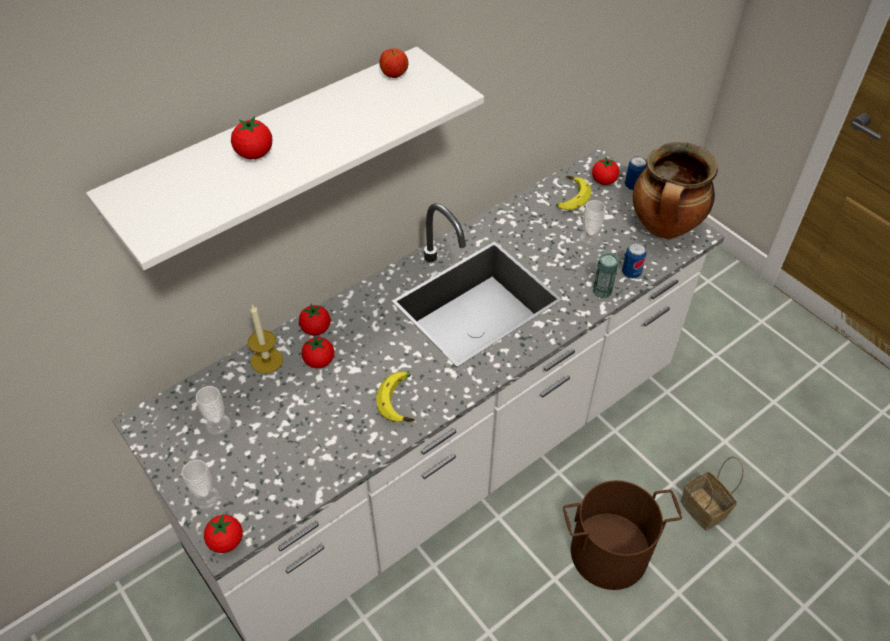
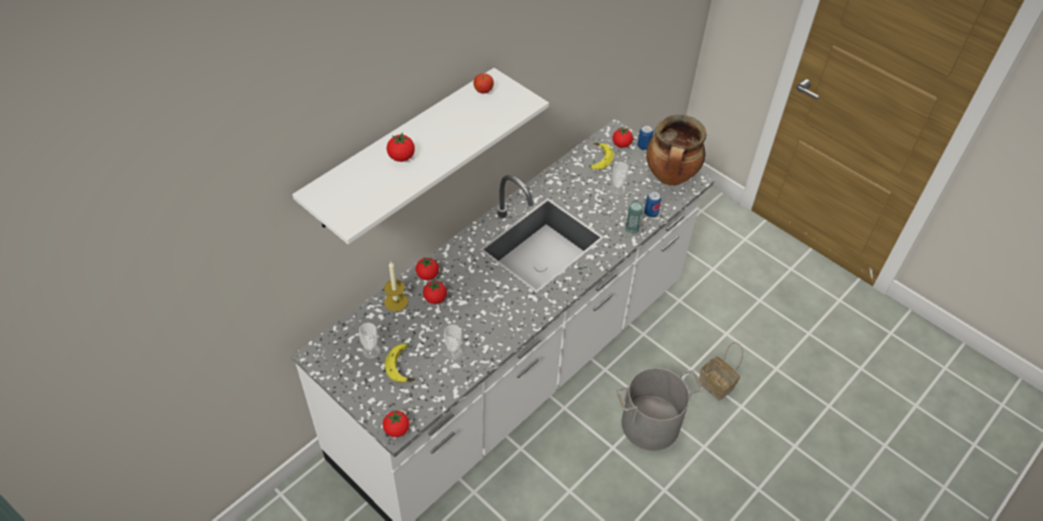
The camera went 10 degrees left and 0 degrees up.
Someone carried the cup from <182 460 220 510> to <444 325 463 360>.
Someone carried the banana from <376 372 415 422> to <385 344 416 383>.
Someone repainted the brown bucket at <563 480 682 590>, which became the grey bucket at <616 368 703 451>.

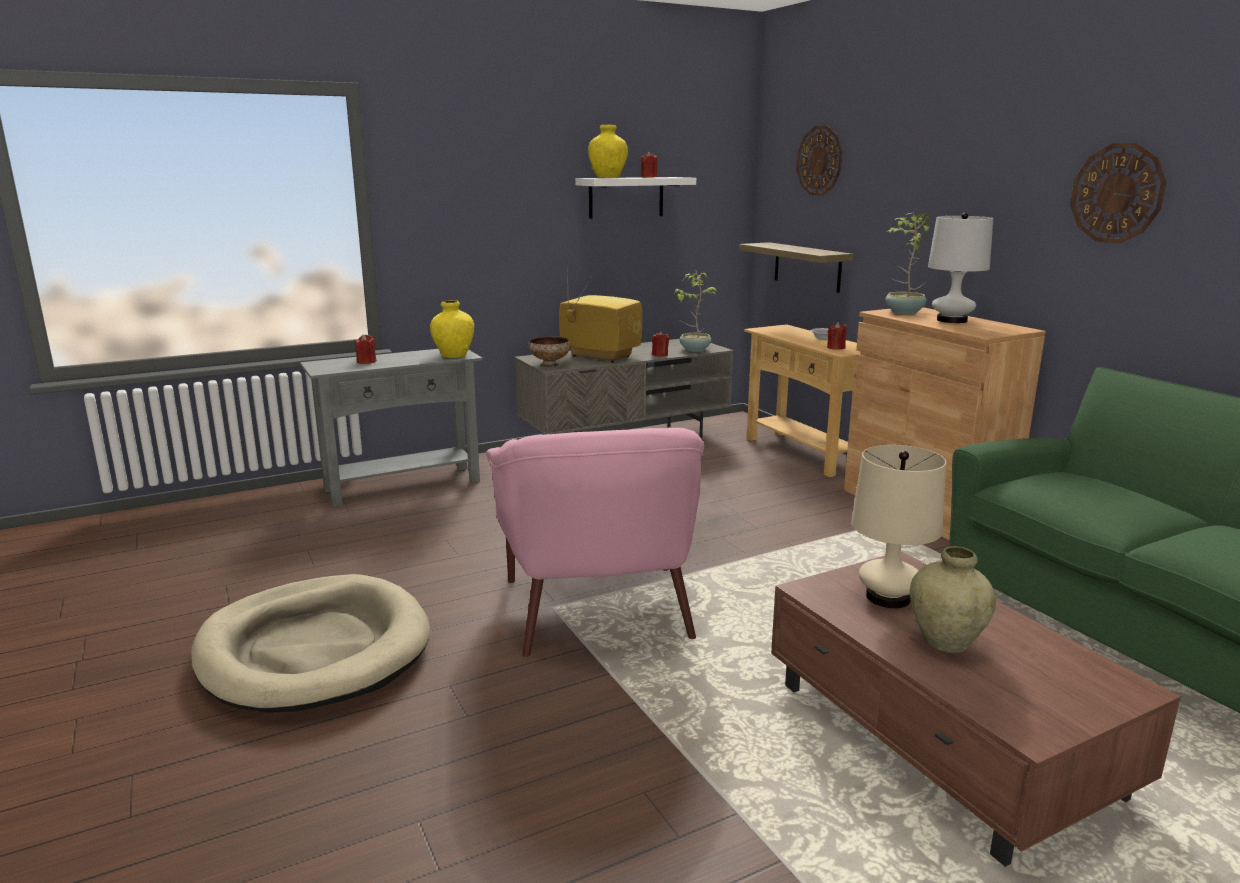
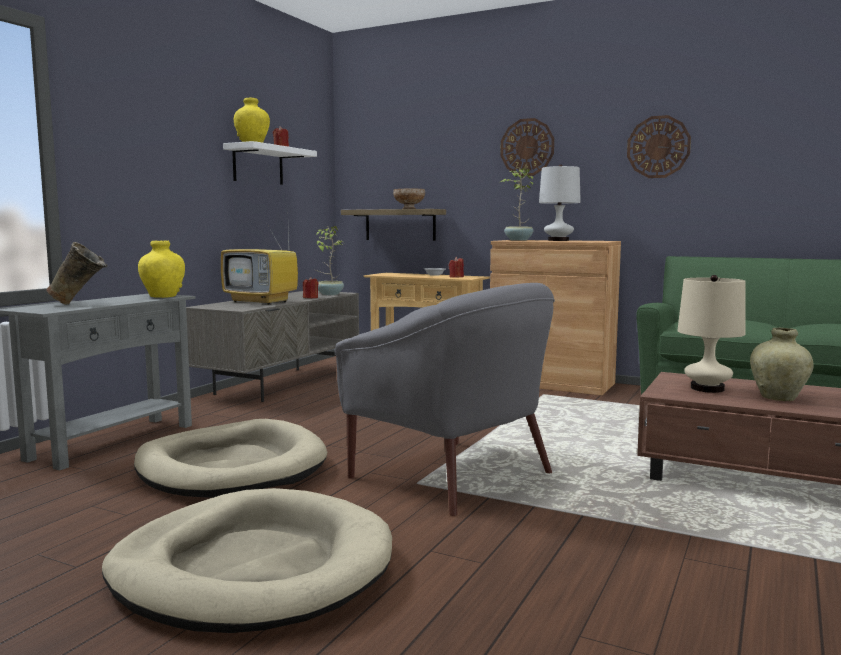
The camera went 35 degrees left and 10 degrees down.
Someone swapped the red candle at <354 334 377 364> for the beige vase at <46 242 107 305>.
Someone repainted the pink armchair at <486 428 704 657>, which became the grey armchair at <335 283 555 516>.
Someone carried the bowl from <529 336 570 367> to <393 189 425 209>.
Someone rotated the television at <559 263 643 362> by 150 degrees counterclockwise.
Someone carried the wall clock from <796 125 842 196> to <500 118 554 176>.
Someone put down the beige dog bed at <134 419 327 498>.

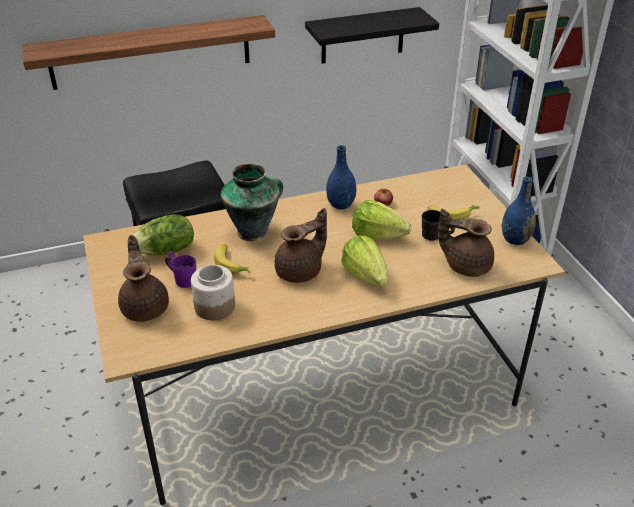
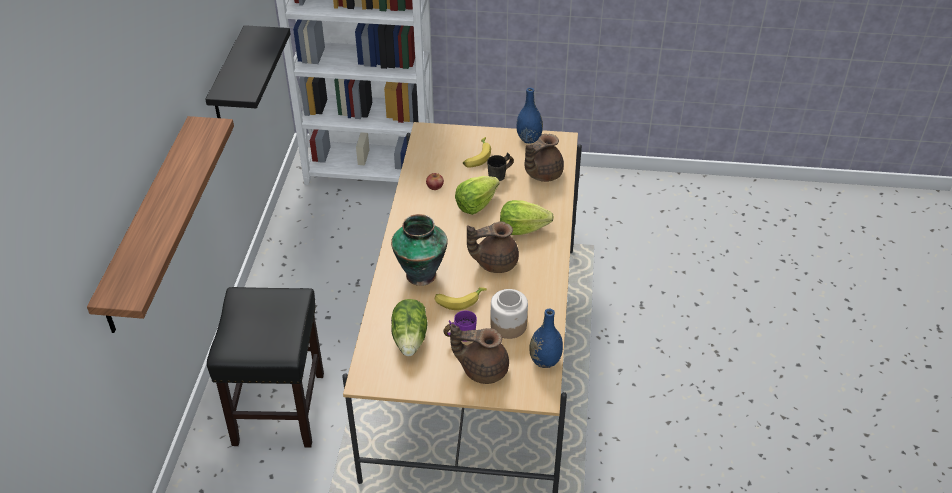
The camera went 65 degrees left and 5 degrees up.
Someone rotated the brown teapot at <274 208 327 283> by 90 degrees counterclockwise.
Someone carried the blue vase from <326 145 356 209> to <530 309 563 368>.

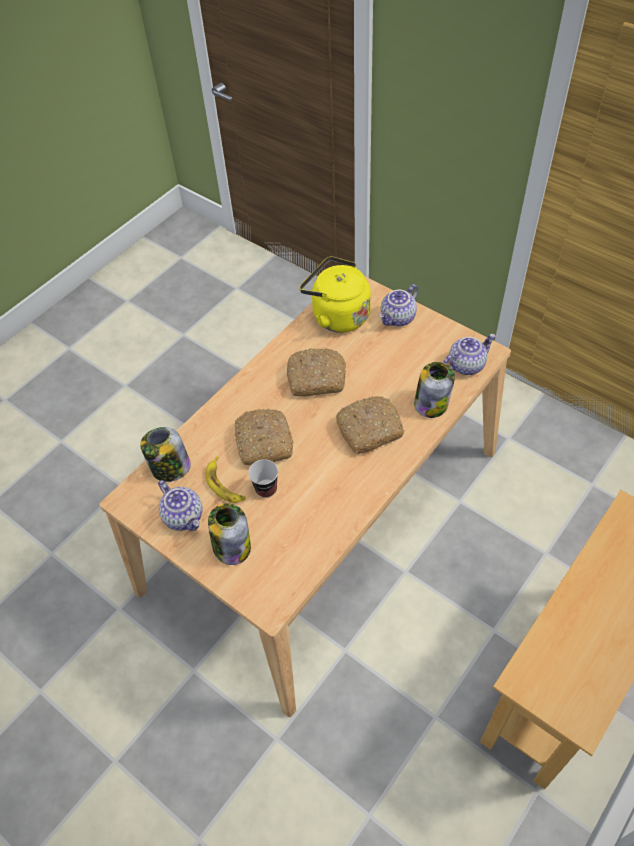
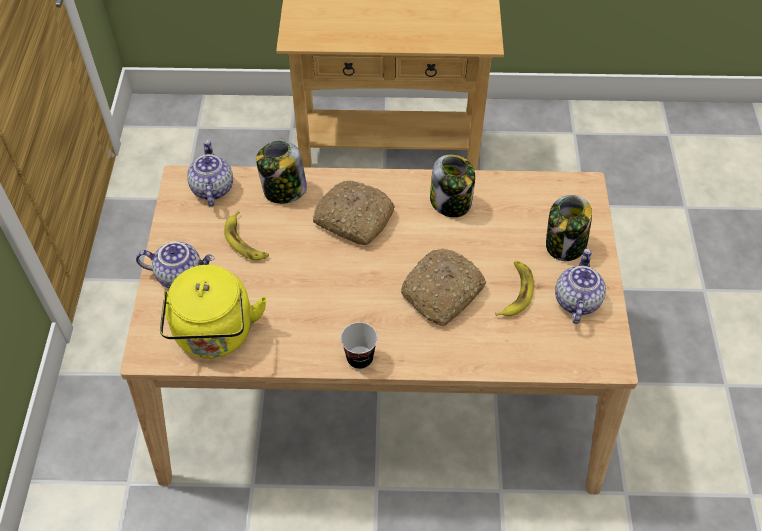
The camera went 130 degrees left and 0 degrees up.
Someone carried the jar from <140 427 191 482> to <430 155 475 217>.
Someone carried the cup from <248 459 278 498> to <341 322 378 369>.
Someone took away the bread at <287 348 346 397>.
Someone rotated the teapot at <443 334 496 375> by 60 degrees clockwise.
Someone put down the banana at <224 211 269 260>.

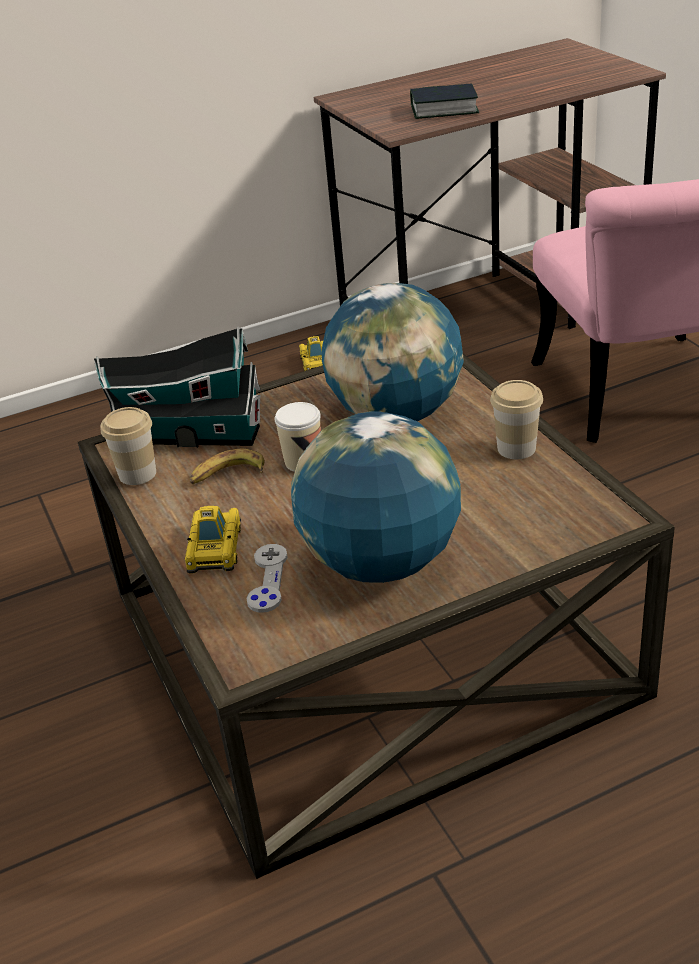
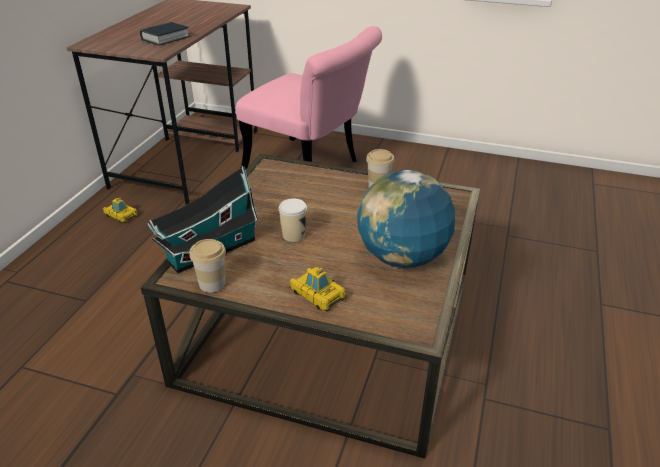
The camera went 50 degrees left and 0 degrees up.
Someone took away the banana at <190 449 265 484>.
Someone took away the grey game controller at <247 544 288 613>.
Someone took away the globe at <322 283 464 421>.

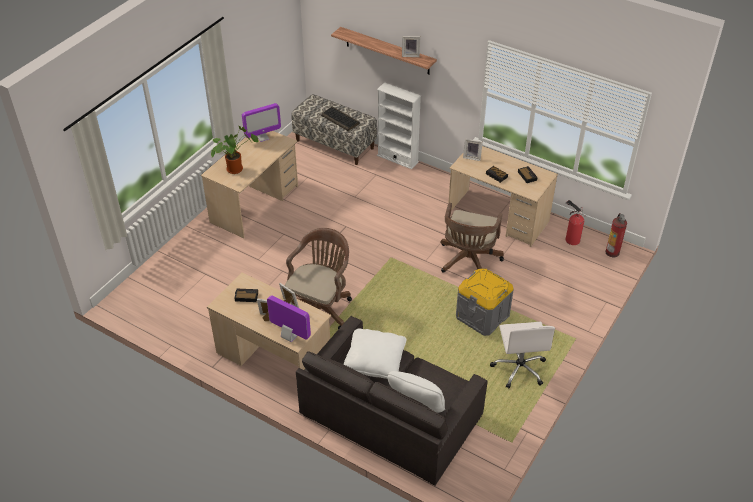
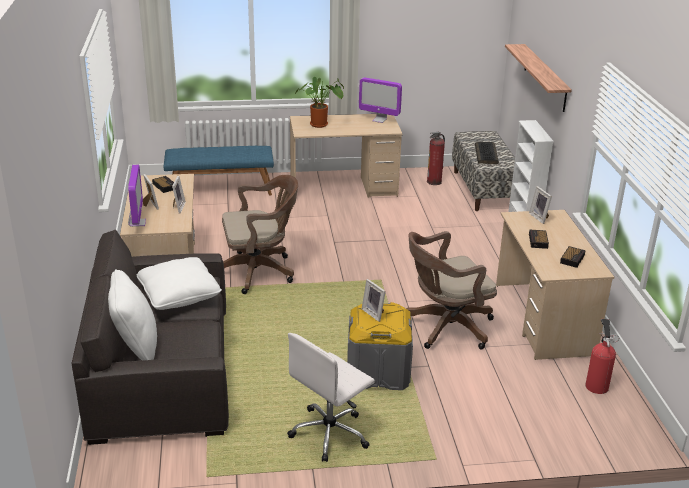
The camera went 50 degrees right and 15 degrees down.
Someone carried the picture frame from <402 36 420 57> to <362 279 386 322>.
Someone carried the fire extinguisher from <605 213 627 257> to <427 132 445 185>.
Someone put down the blue bench at <164 146 274 195>.

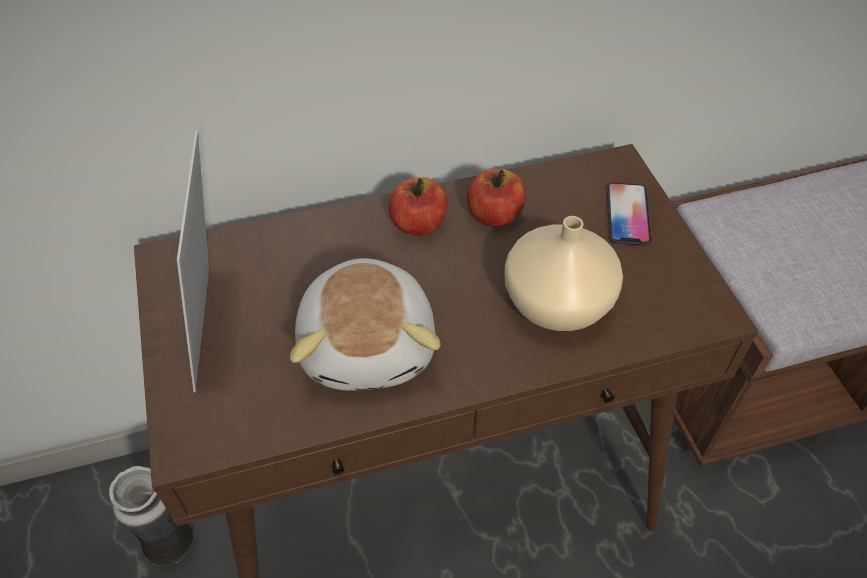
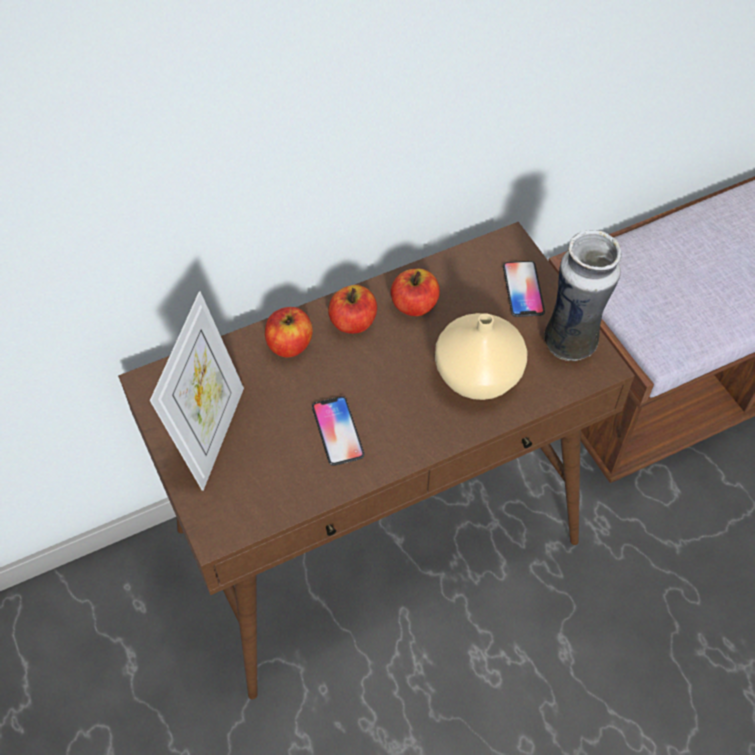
The camera went 10 degrees left and 5 degrees up.
Someone carried the vase from <109 466 193 566> to <544 230 622 361>.
Someone rotated the picture frame at <177 130 209 392> by 150 degrees counterclockwise.
Someone swapped the plush toy at <290 258 441 391> for the phone at <312 396 364 466>.
Someone put down the apple at <265 307 313 357>.

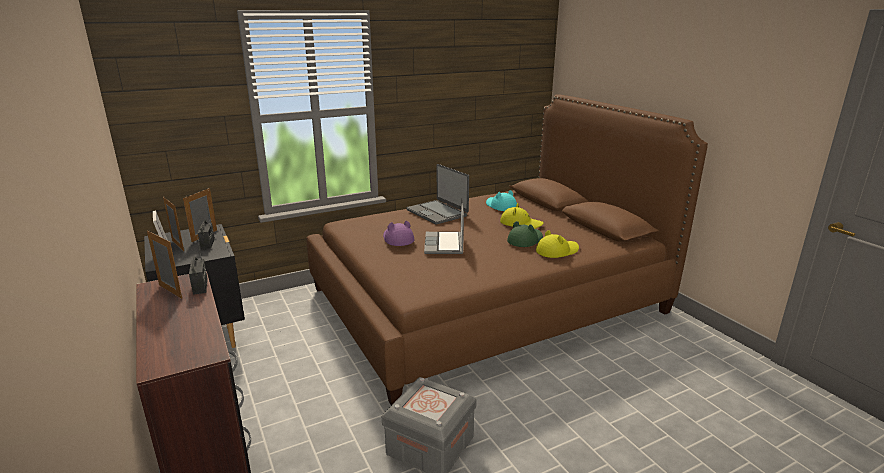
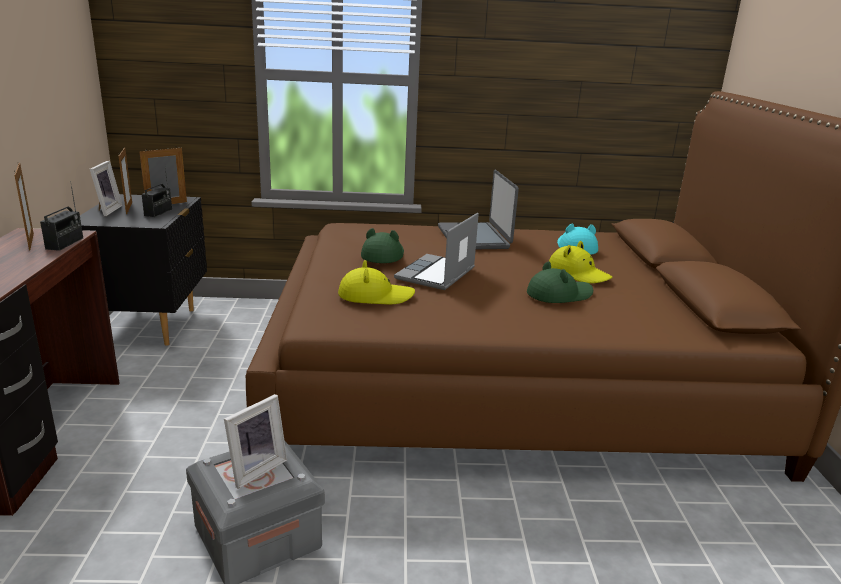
The camera went 25 degrees right and 0 degrees up.
Someone repainted the purple hat at <383 221 414 246>, which became the green hat at <361 228 404 263>.
Someone carried the yellow hat from <536 230 579 258> to <338 260 415 304>.
Someone put down the picture frame at <224 394 287 489>.

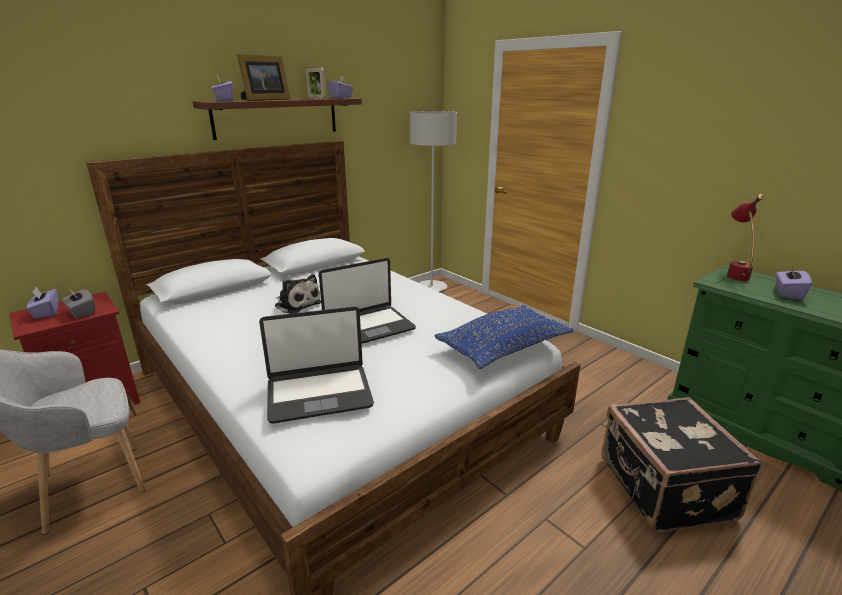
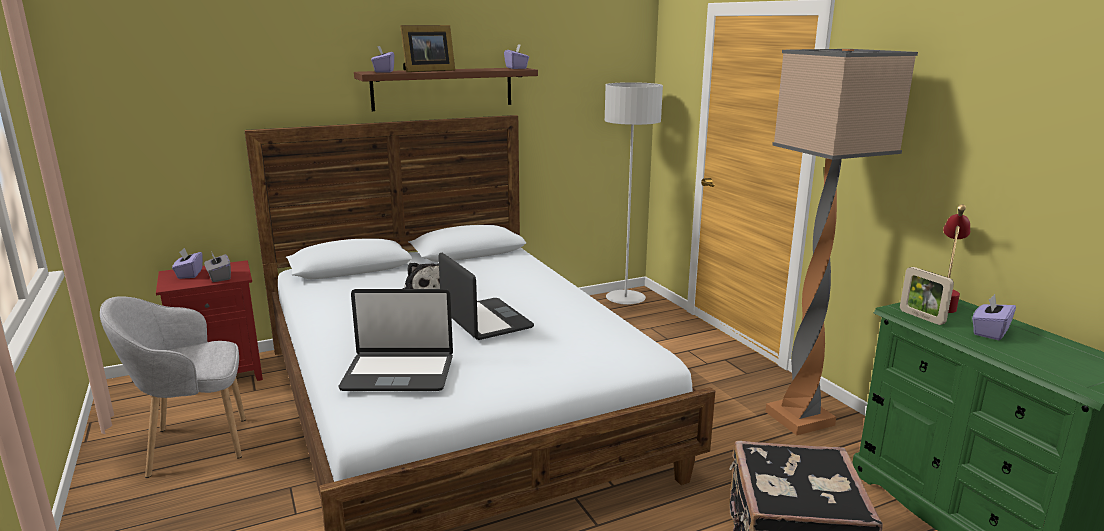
The camera went 15 degrees right and 5 degrees down.
Someone carried the picture frame from <306 67 326 99> to <900 267 954 325>.
Someone rotated the laptop at <319 258 416 344> by 105 degrees counterclockwise.
Someone took away the blue pillow at <435 305 574 369>.
Someone put down the floor lamp at <765 49 918 435>.

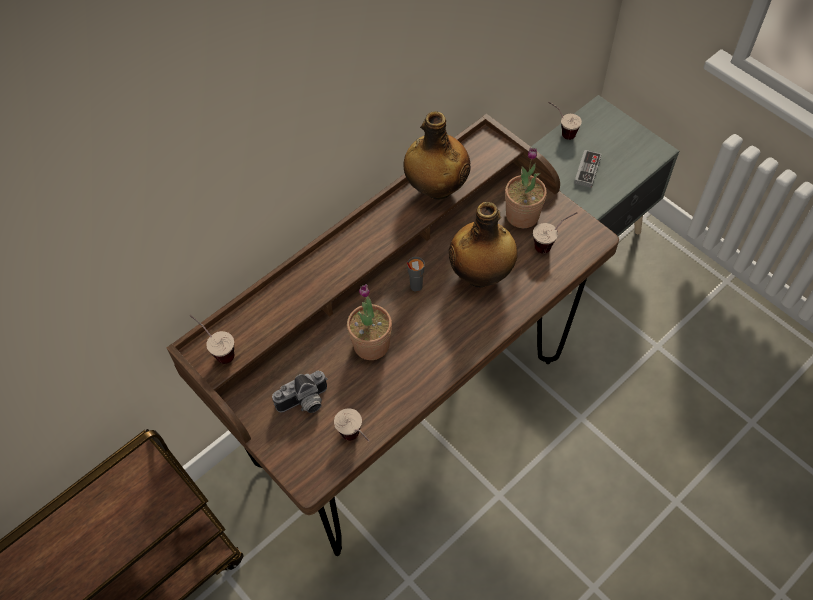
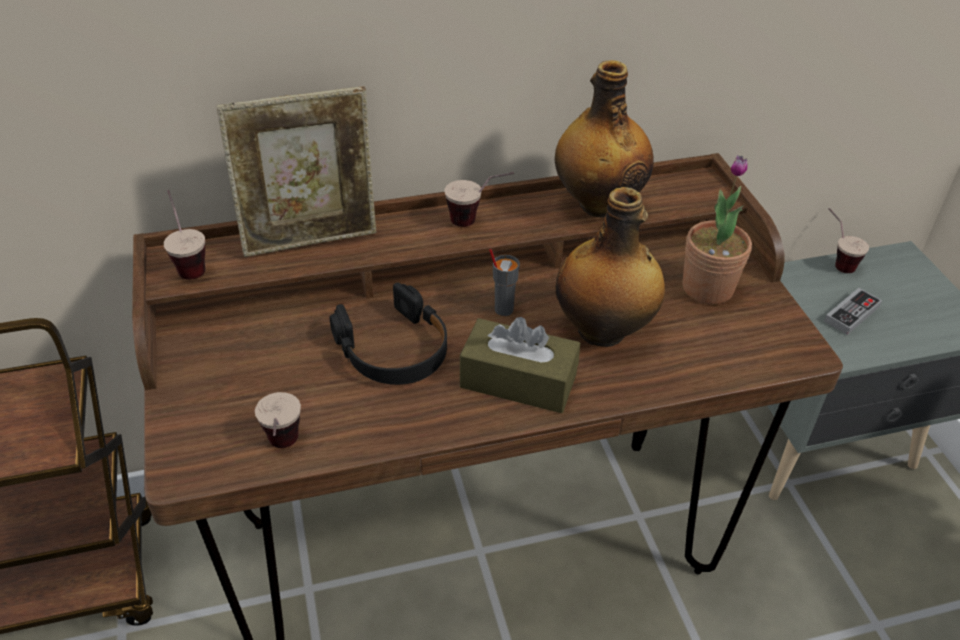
The camera went 25 degrees right and 15 degrees down.
Someone took away the photo camera at <272 371 328 413>.
Someone swapped the potted plant at <347 284 392 360> for the black headphones at <330 282 447 385>.
Someone carried the cup from <533 212 577 254> to <444 172 514 227>.
Someone put down the picture frame at <216 86 376 257>.
Someone put down the brown tissue box at <460 317 580 413>.

